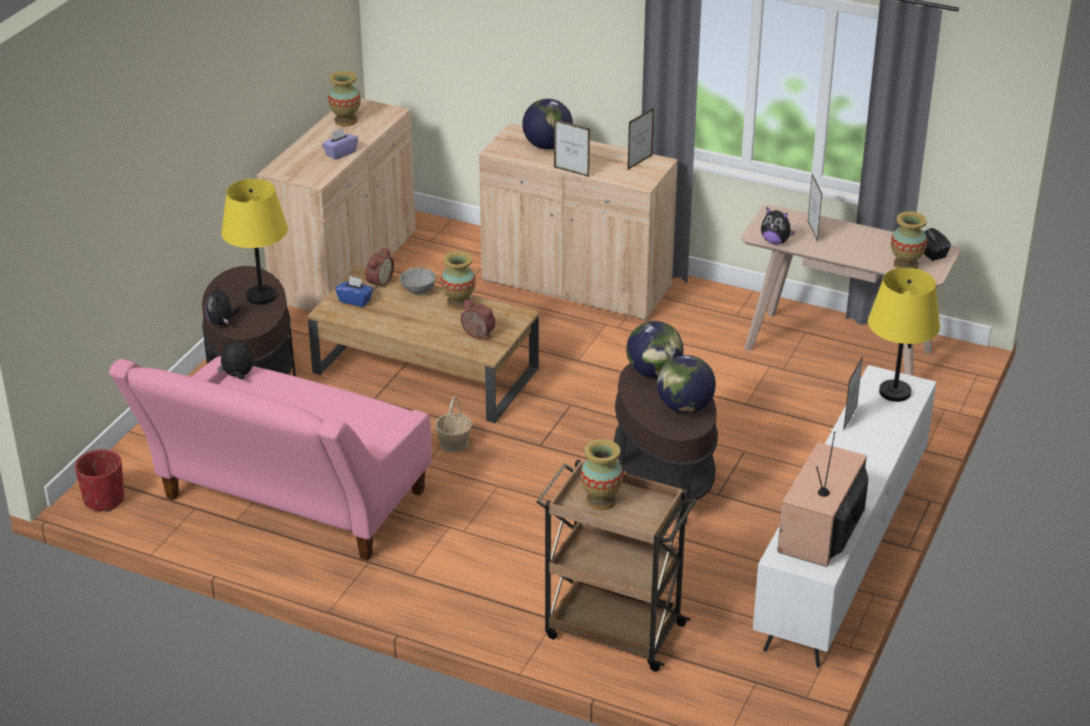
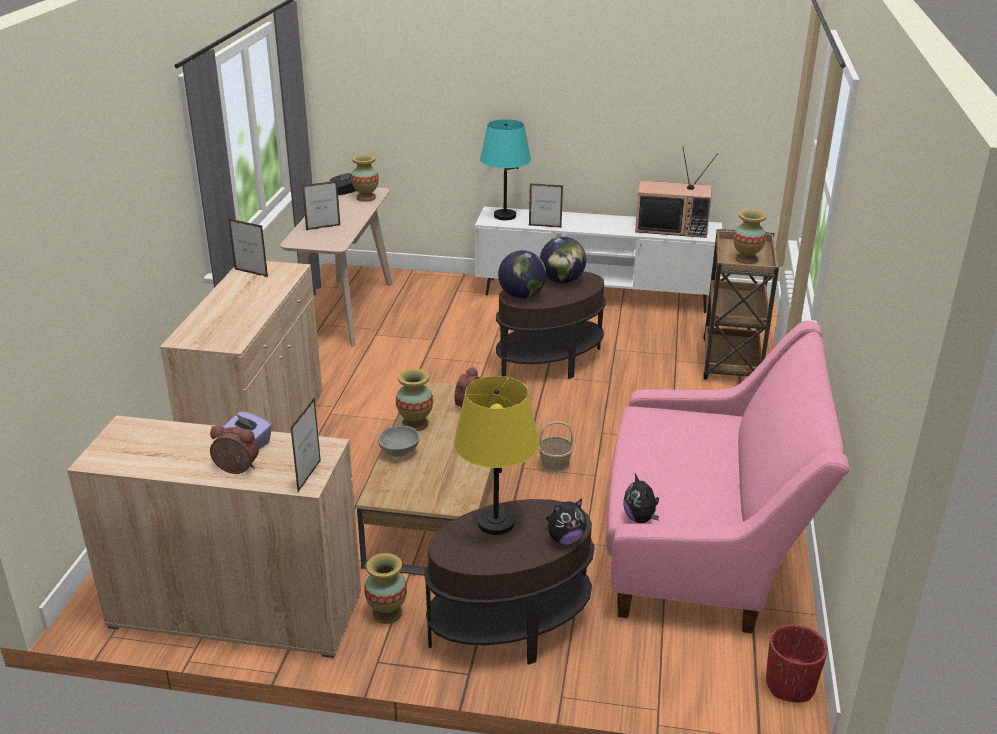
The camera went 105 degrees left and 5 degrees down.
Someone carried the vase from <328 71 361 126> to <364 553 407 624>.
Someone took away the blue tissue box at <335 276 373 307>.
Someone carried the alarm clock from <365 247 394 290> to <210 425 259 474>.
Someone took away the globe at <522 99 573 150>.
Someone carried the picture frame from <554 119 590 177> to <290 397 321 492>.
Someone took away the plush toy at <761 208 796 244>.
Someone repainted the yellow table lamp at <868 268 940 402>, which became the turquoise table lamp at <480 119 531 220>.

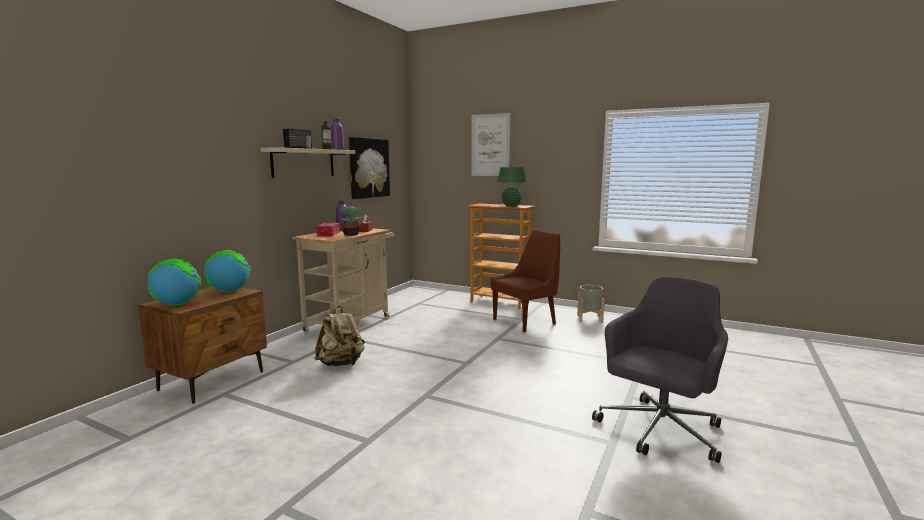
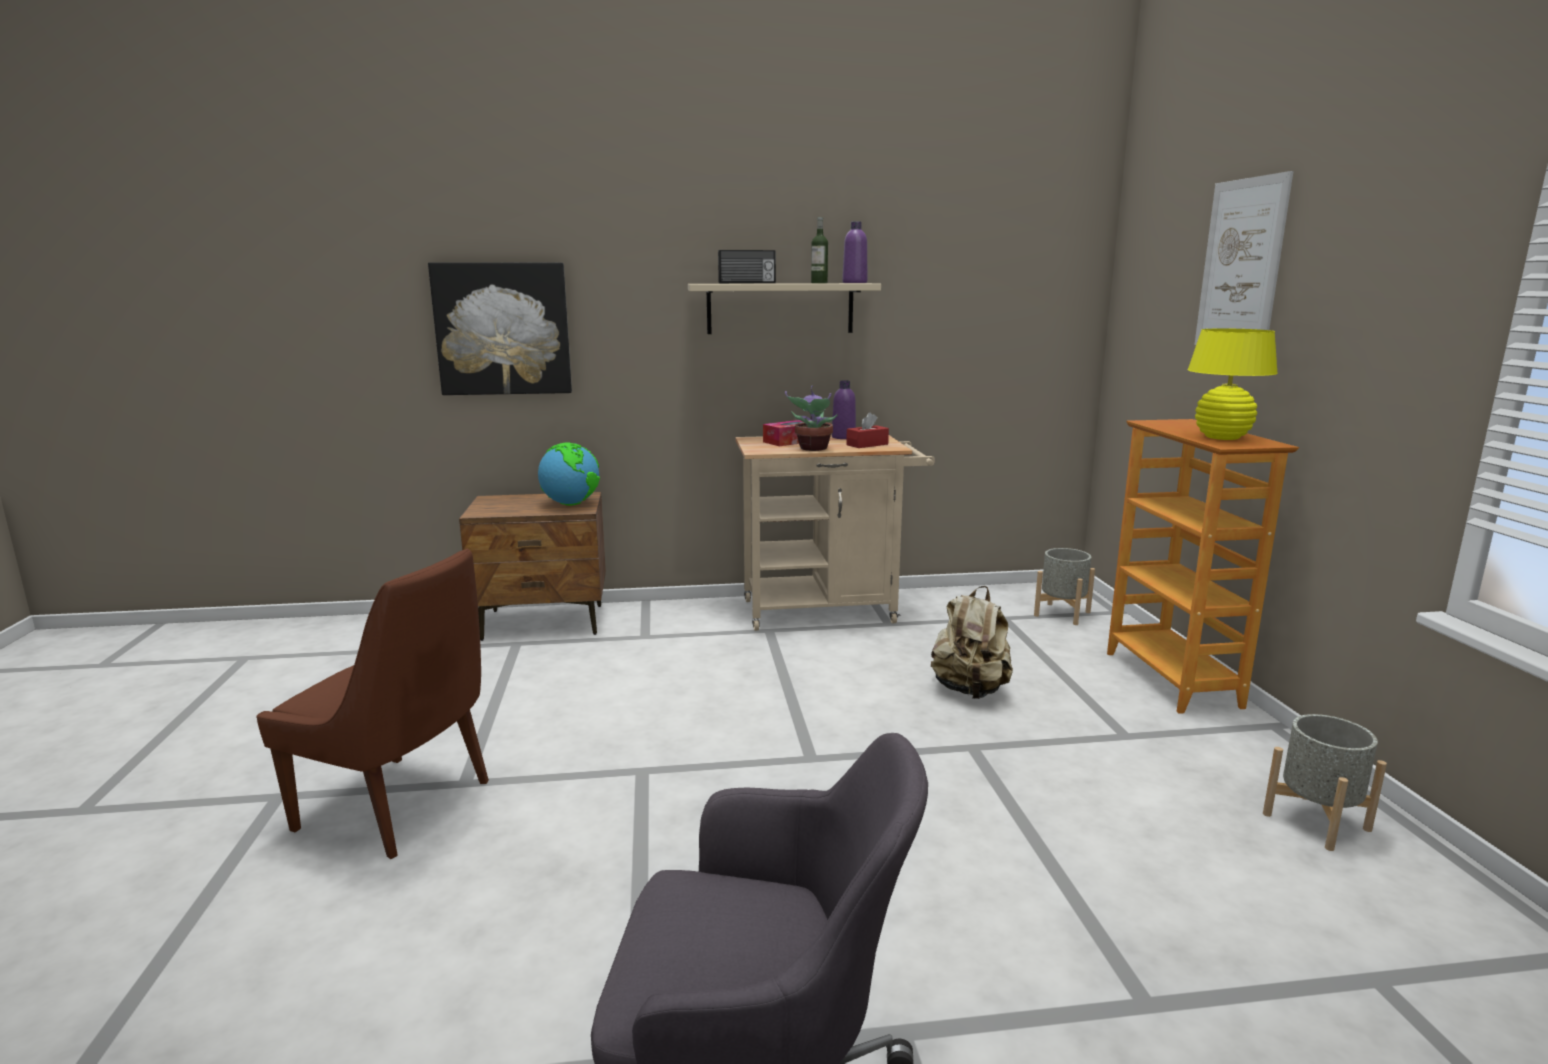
The camera went 55 degrees right and 5 degrees up.
Someone took away the globe at <147 259 201 306>.
Someone carried the beige backpack from <315 306 365 366> to <931 586 1013 699>.
Someone carried the picture from <349 137 390 199> to <428 262 572 395>.
Someone carried the brown chair from <491 230 560 332> to <256 549 489 859>.
Someone repainted the green table lamp at <498 167 526 206>, which became the yellow table lamp at <1188 328 1278 440>.
Someone put down the grey planter at <1034 548 1095 625>.

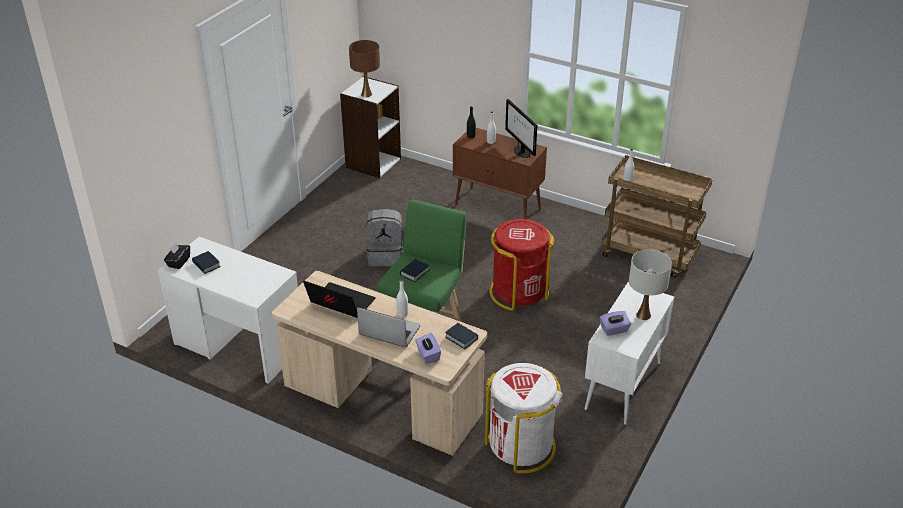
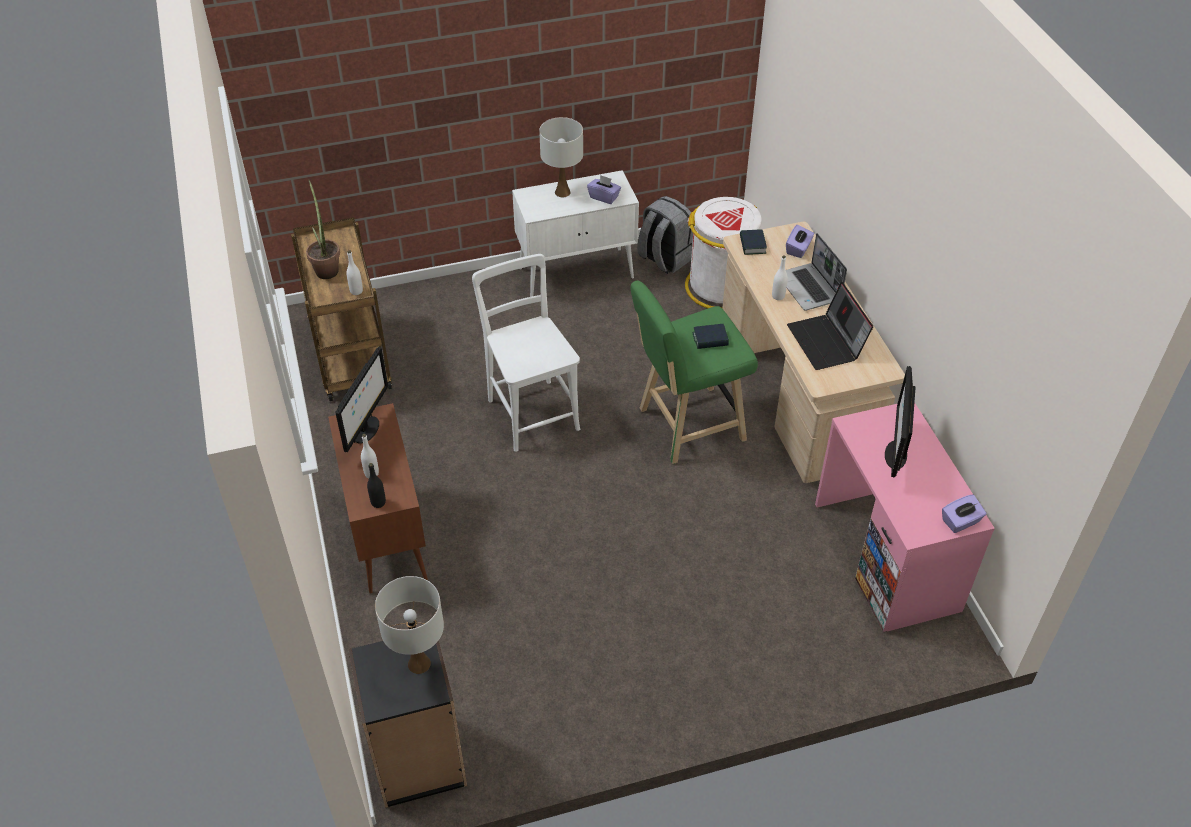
The camera went 135 degrees left and 10 degrees up.
Someone repainted the white desk at <157 237 298 384>, which became the pink desk at <815 402 995 632>.
Someone repainted the black tissue box at <164 243 190 269>, which became the purple tissue box at <942 495 986 533>.
Someone took away the book at <192 251 221 274>.
Someone repainted the white bookcase at <340 76 401 178>, which became the black bookcase at <348 641 467 808>.
Someone repainted the brown table lamp at <349 40 380 97>, which became the white table lamp at <375 576 444 674>.
Someone carried the grey backpack from <365 209 403 266> to <637 196 693 274>.
Someone swapped the red trash can at <490 219 554 311> for the white chair at <472 254 580 452>.
Someone put down the potted plant at <306 180 340 279>.
Someone put down the monitor at <885 366 916 478>.

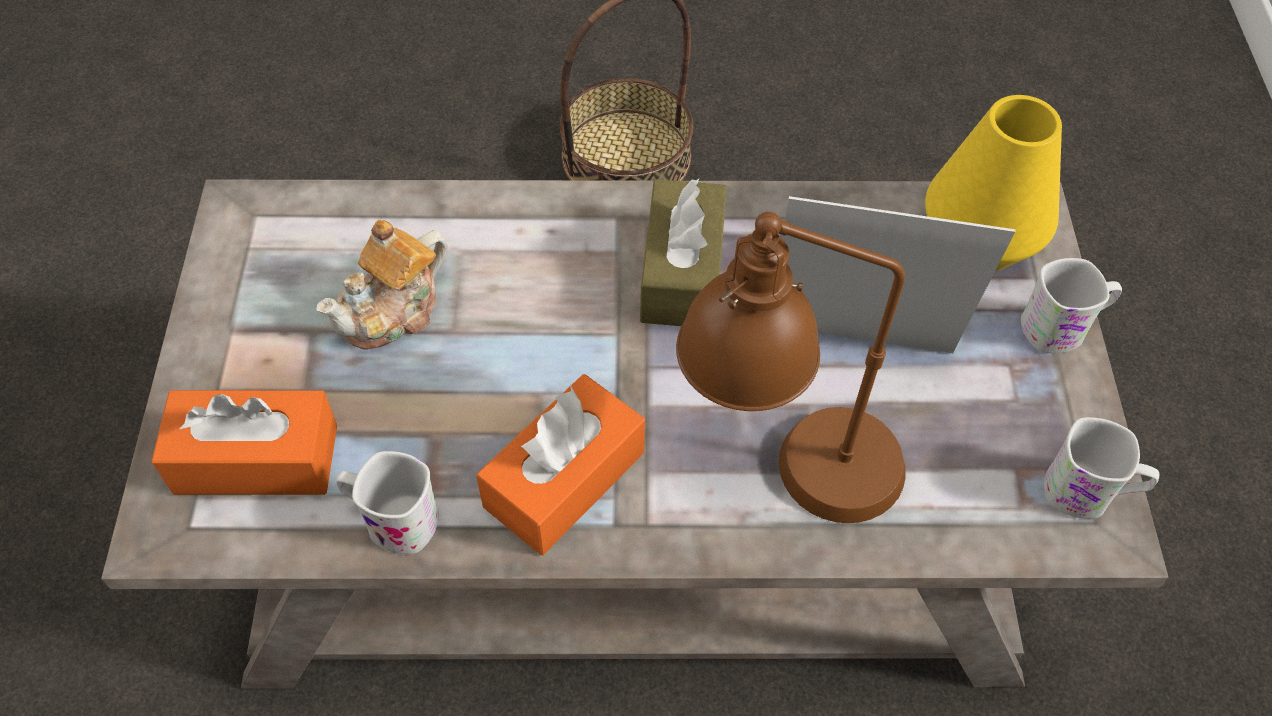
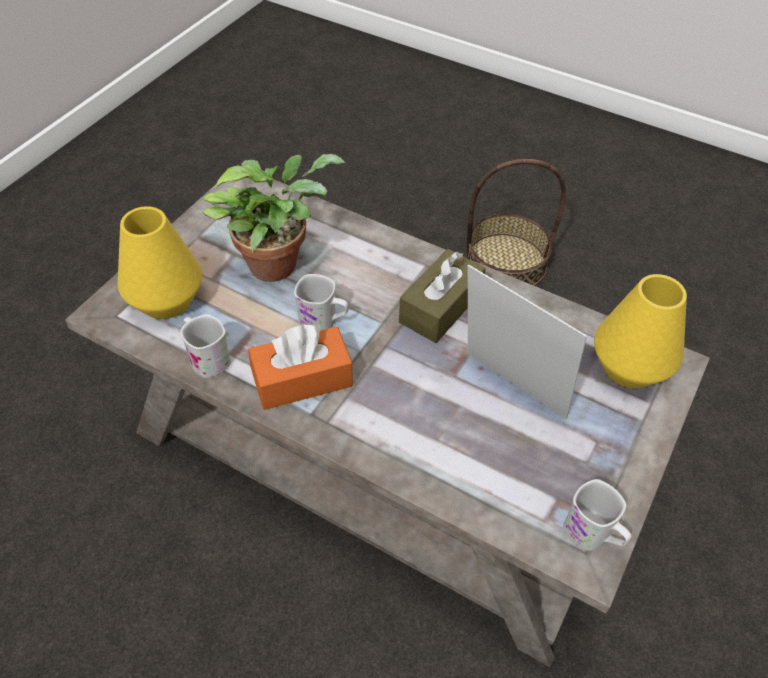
The camera went 30 degrees right and 5 degrees down.
Someone swapped the orange tissue box at <151 390 337 495> for the yellow vase at <118 206 202 319>.
Someone swapped the teapot at <316 220 447 350> for the potted plant at <202 154 345 282>.
Someone took away the brown table lamp at <676 212 906 523>.
Someone carried the white mug from <1021 258 1122 353> to <294 274 348 331>.

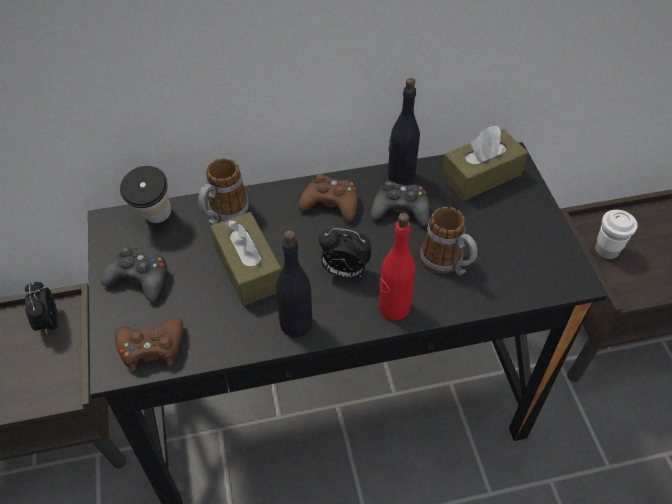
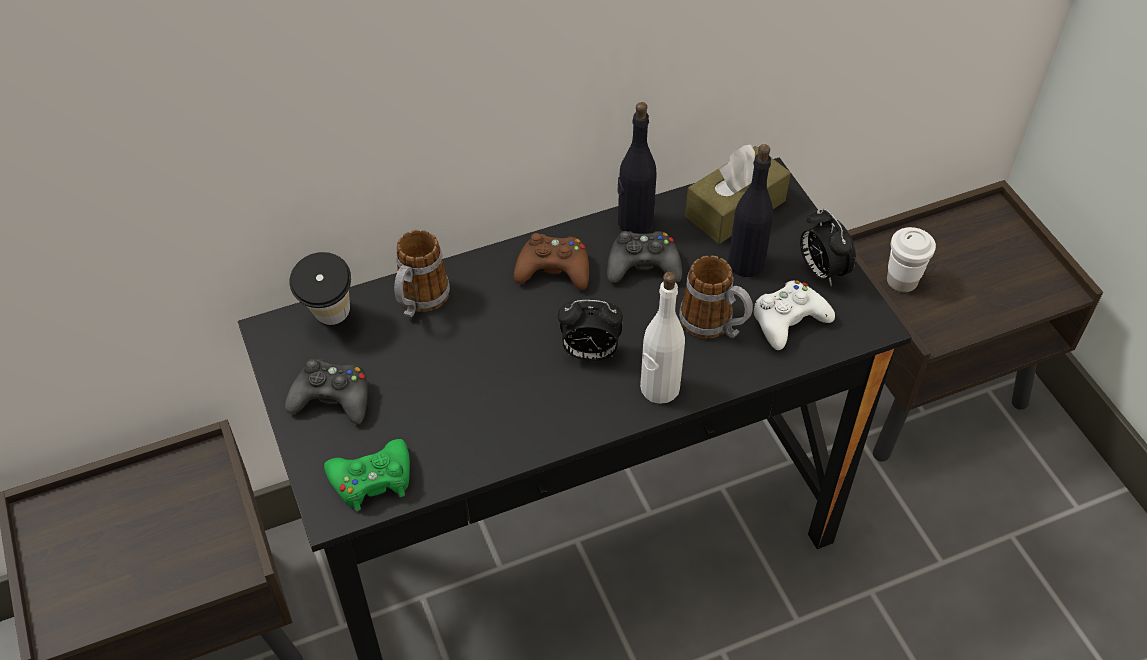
The camera went 10 degrees left and 0 degrees up.
Someone carried the alarm clock from <25 282 58 335> to <800 209 856 287>.
Someone repainted the brown game controller at <115 318 183 371>, which became the green game controller at <324 439 410 511>.
Someone took away the brown tissue box at <210 212 282 306>.
Someone carried the black bottle from <276 230 313 337> to <728 144 774 277>.
Someone repainted the red bottle at <378 213 415 320>, which became the white bottle at <640 272 685 404>.
Someone put down the white game controller at <754 280 835 350>.

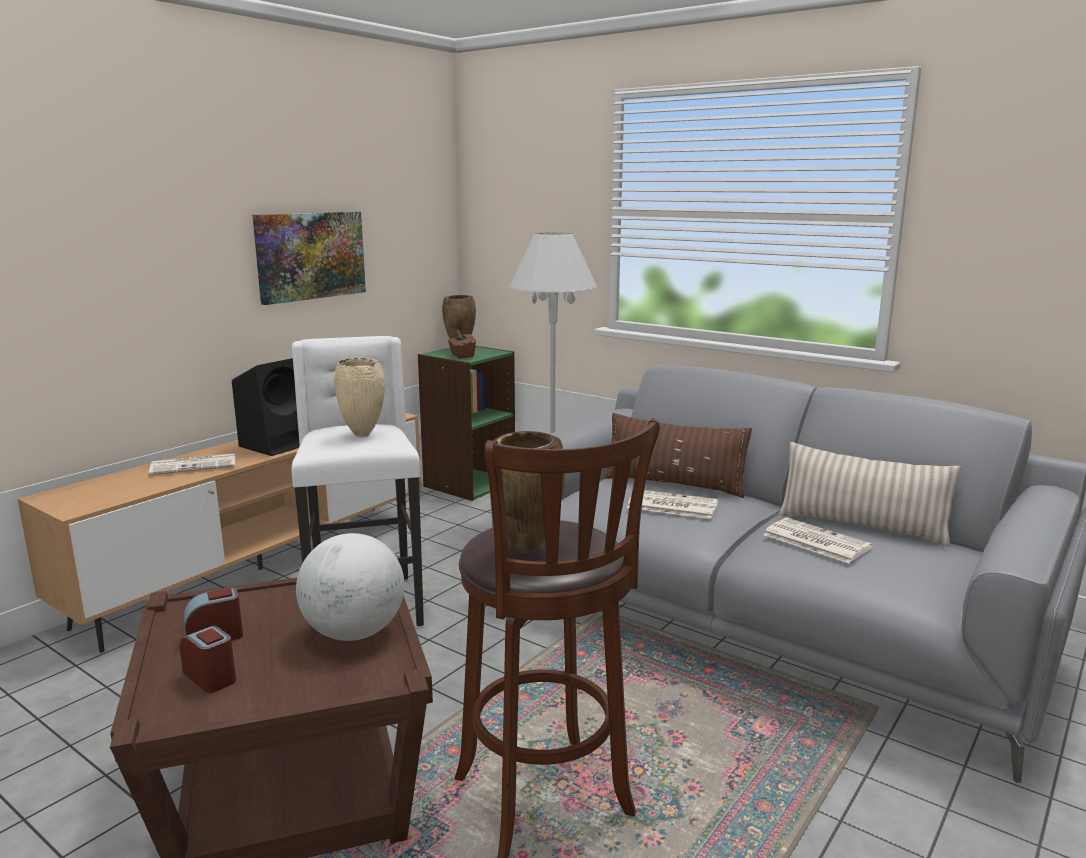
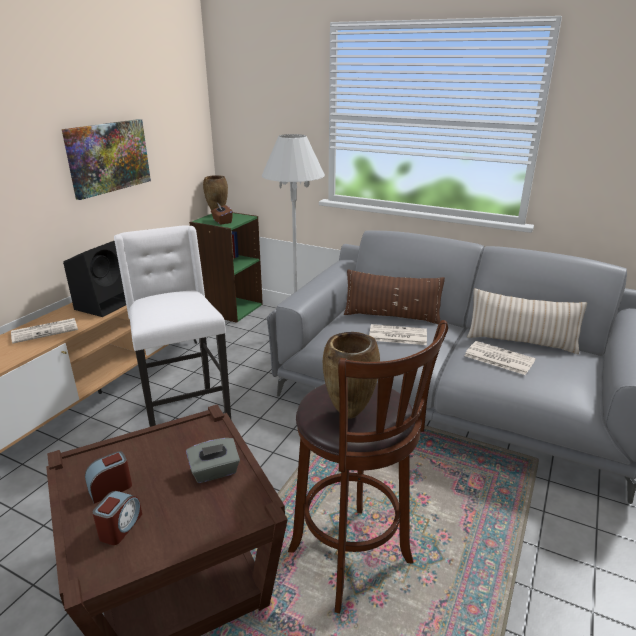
The camera went 10 degrees left and 10 degrees up.
Someone rotated the alarm clock at <180 626 236 693> by 75 degrees clockwise.
Someone swapped the globe at <296 533 404 641> for the grey tissue box at <186 438 240 483>.
Someone took away the beige vase at <334 358 385 437>.

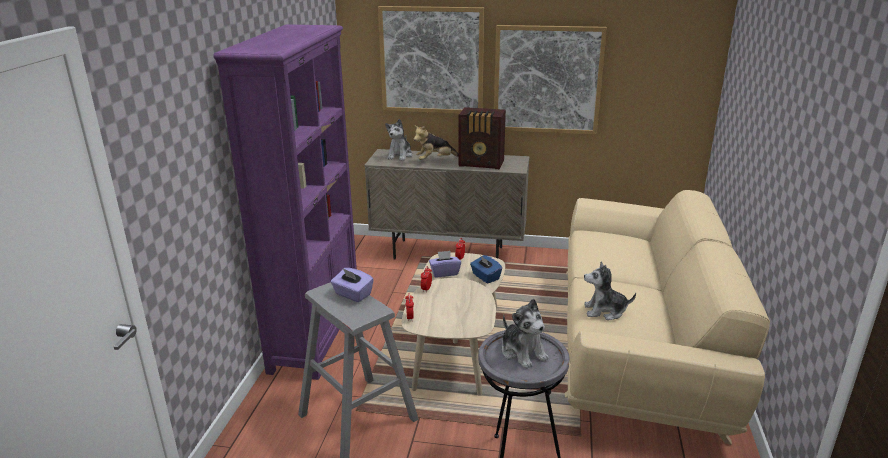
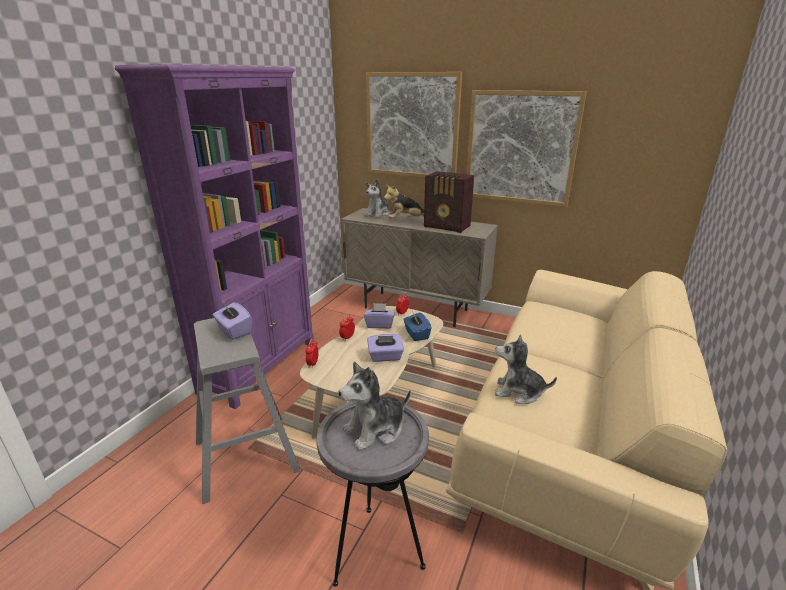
The camera went 15 degrees right and 0 degrees up.
Someone rotated the plush toy at <502 298 549 369> by 75 degrees clockwise.
Someone put down the purple tissue box at <367 334 404 362>.

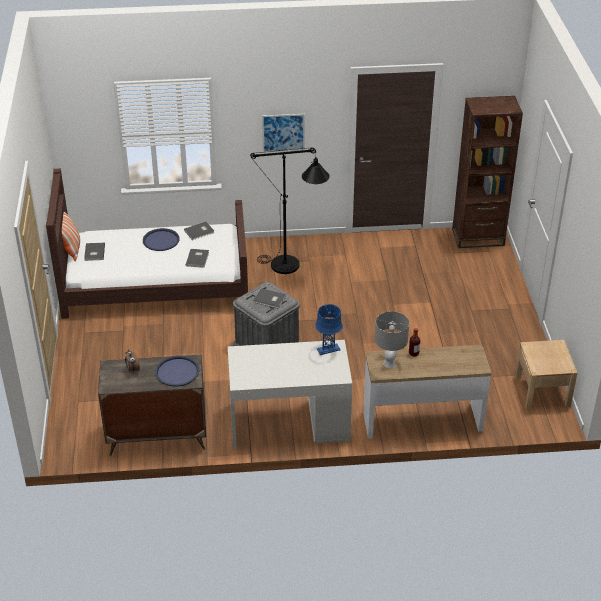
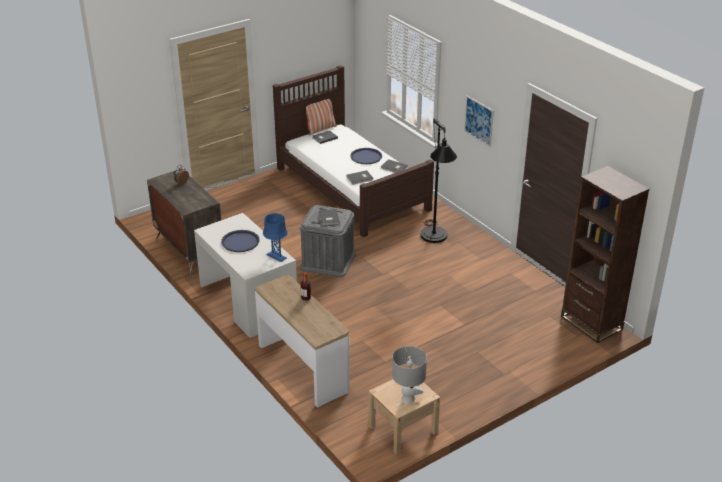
The camera went 60 degrees right and 5 degrees down.
Someone carried the blue tray from <155 356 199 386> to <221 230 260 252>.
Someone carried the grey table lamp from <375 311 409 368> to <392 346 427 404>.

